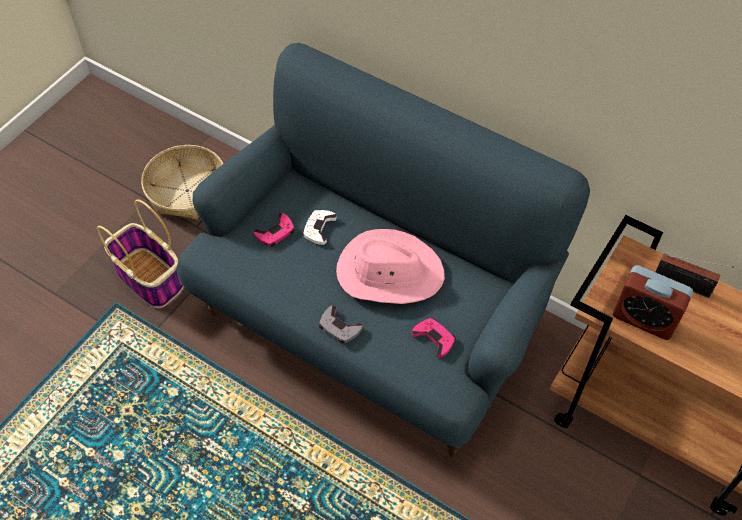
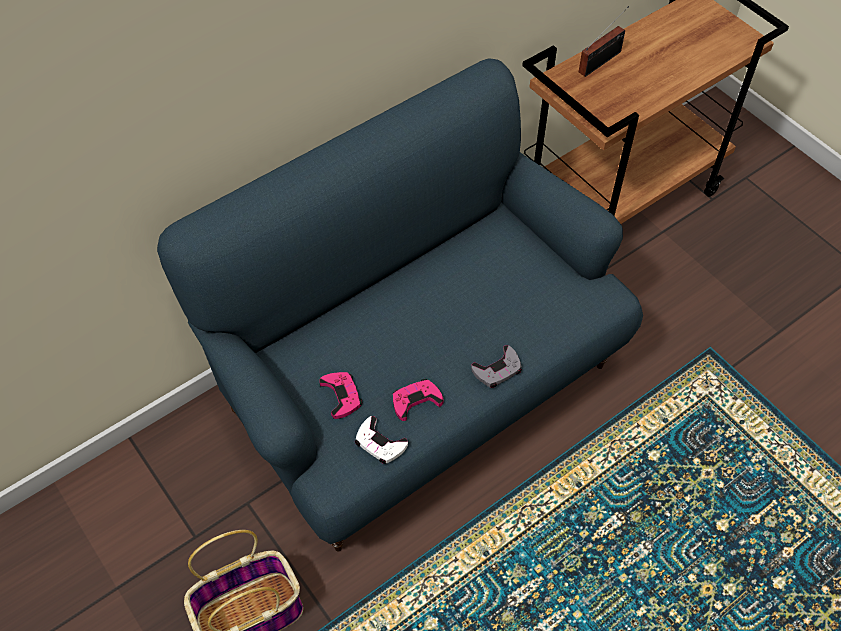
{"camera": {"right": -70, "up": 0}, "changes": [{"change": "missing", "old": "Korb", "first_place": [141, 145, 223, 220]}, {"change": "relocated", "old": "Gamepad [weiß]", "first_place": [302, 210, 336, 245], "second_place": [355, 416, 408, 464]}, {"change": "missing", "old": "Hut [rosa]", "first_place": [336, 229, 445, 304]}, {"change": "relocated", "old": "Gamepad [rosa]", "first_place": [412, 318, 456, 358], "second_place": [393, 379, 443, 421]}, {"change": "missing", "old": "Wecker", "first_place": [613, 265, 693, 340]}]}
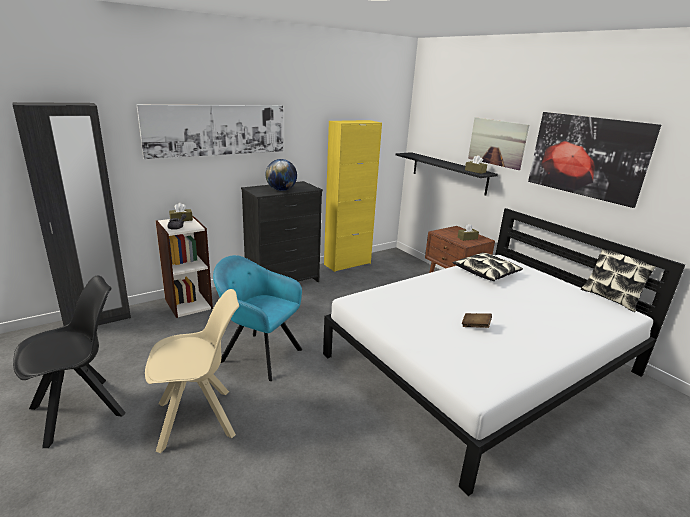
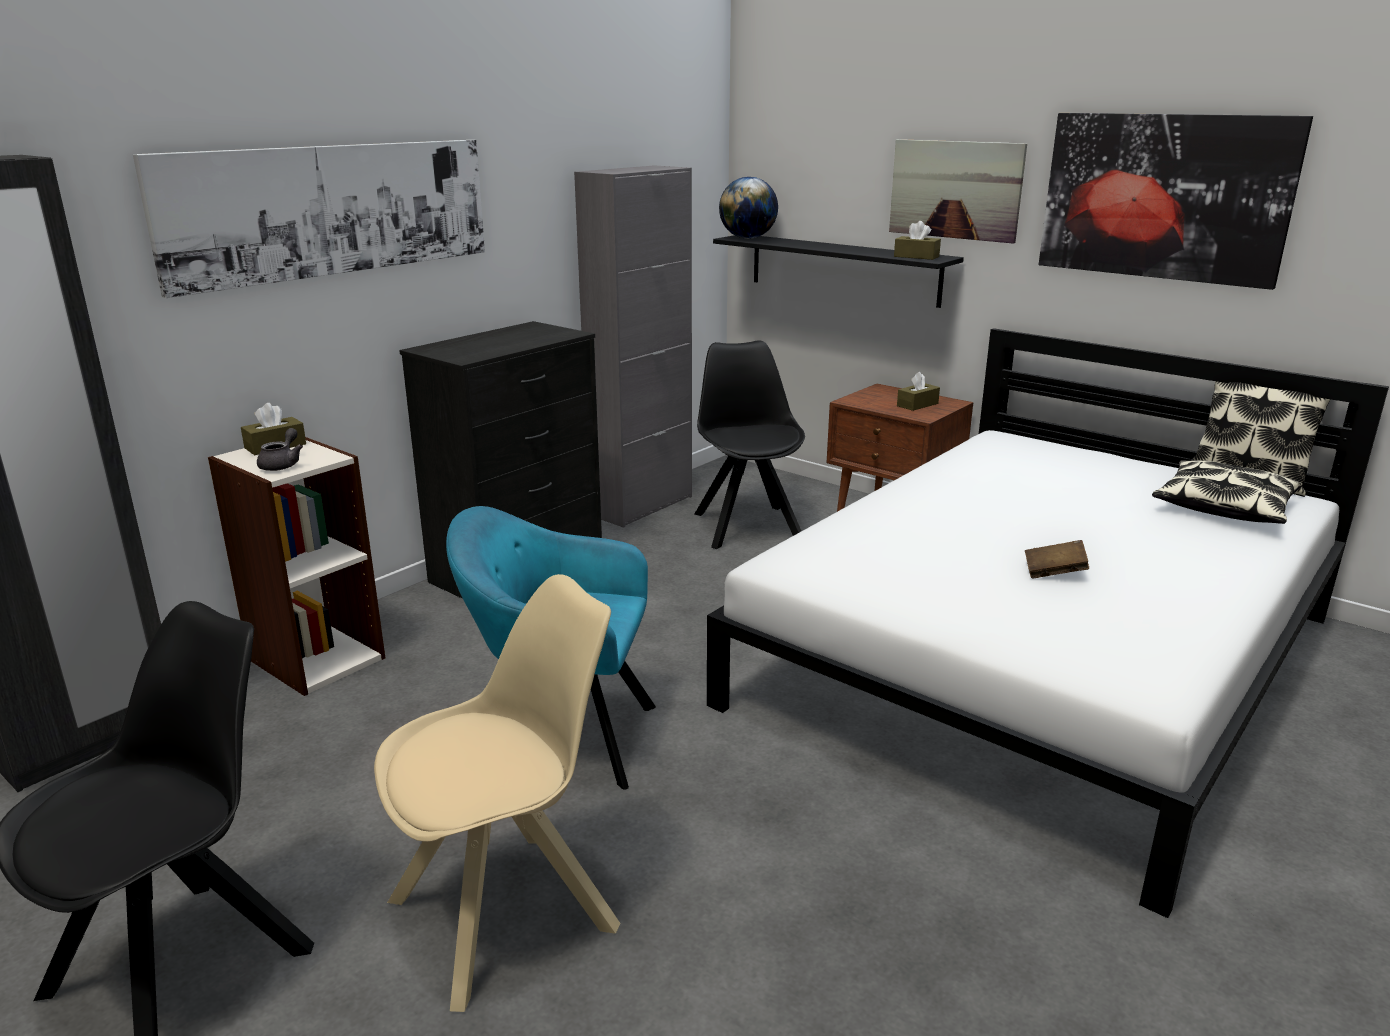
{"camera": {"right": -15, "up": 0}, "changes": [{"change": "relocated", "old": "Globus", "first_place": [266, 159, 297, 191], "second_place": [719, 177, 778, 239]}, {"change": "colour", "old": "Schrank [gelb]", "new": "Schrank [grau]", "first_place": [324, 120, 382, 272], "second_place": [574, 165, 692, 528]}, {"change": "relocated", "old": "Kissen", "first_place": [453, 252, 523, 281], "second_place": [1152, 460, 1303, 524]}, {"change": "appeared", "new": "Stuhl [schwarz]", "second_place": [695, 340, 805, 549]}]}
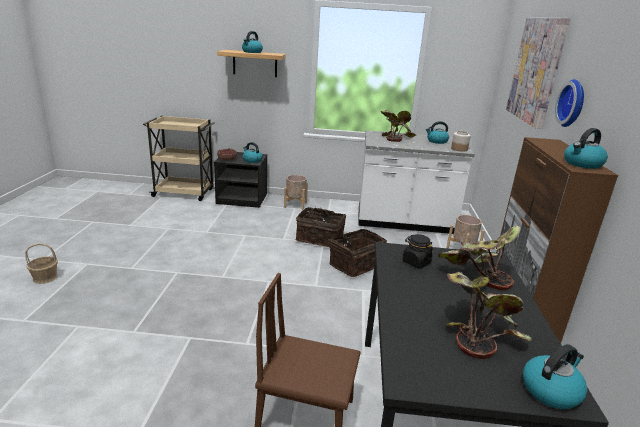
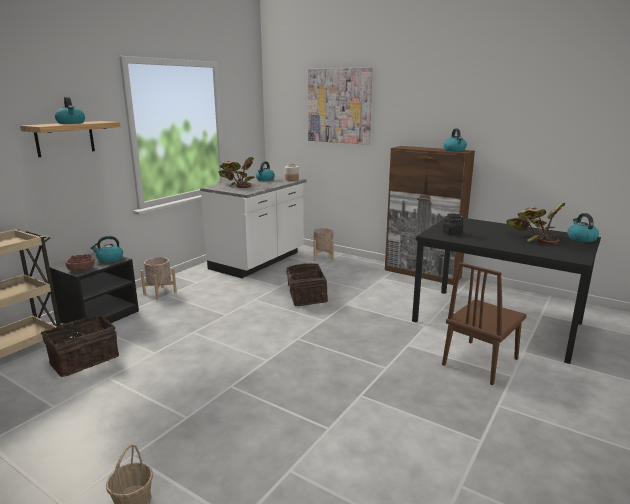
{"camera": {"right": -60, "up": -5}, "changes": [{"change": "relocated", "old": "Korb", "first_place": [296, 207, 346, 247], "second_place": [41, 315, 119, 377]}, {"change": "missing", "old": "Topfpflanze", "first_place": [438, 226, 521, 290]}, {"change": "missing", "old": "Wanduhr", "first_place": [555, 79, 584, 127]}]}
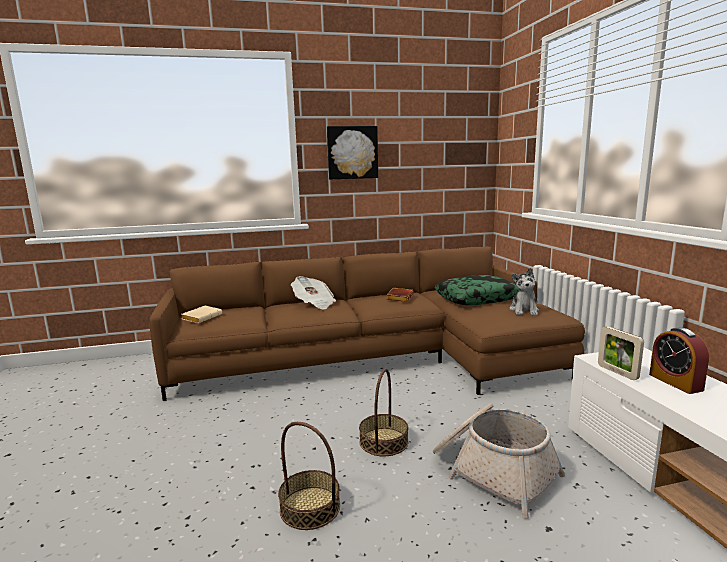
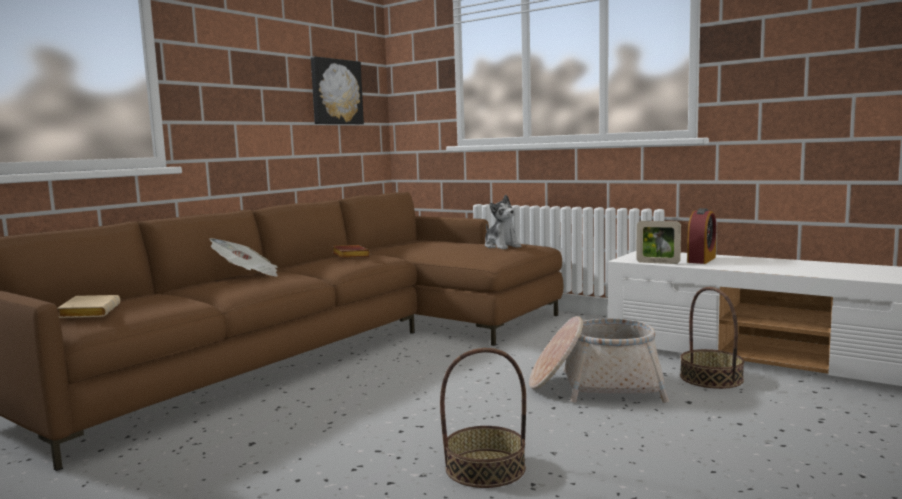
{"camera": {"right": -40, "up": -5}, "changes": [{"change": "relocated", "old": "Bild", "first_place": [327, 126, 378, 179], "second_place": [311, 57, 364, 124]}, {"change": "relocated", "old": "Korb", "first_place": [359, 369, 409, 456], "second_place": [680, 287, 744, 389]}, {"change": "missing", "old": "Kissen", "first_place": [435, 275, 519, 305]}, {"change": "spun", "old": "Wecker", "first_place": [649, 328, 709, 394], "second_place": [687, 208, 716, 264], "degrees": -90}]}
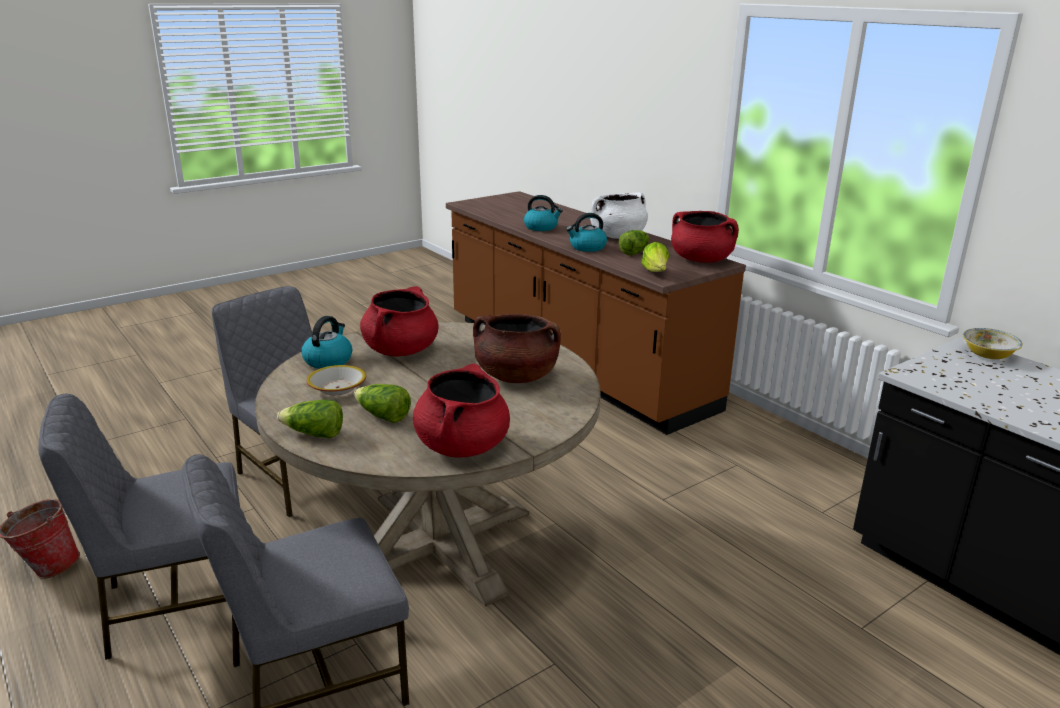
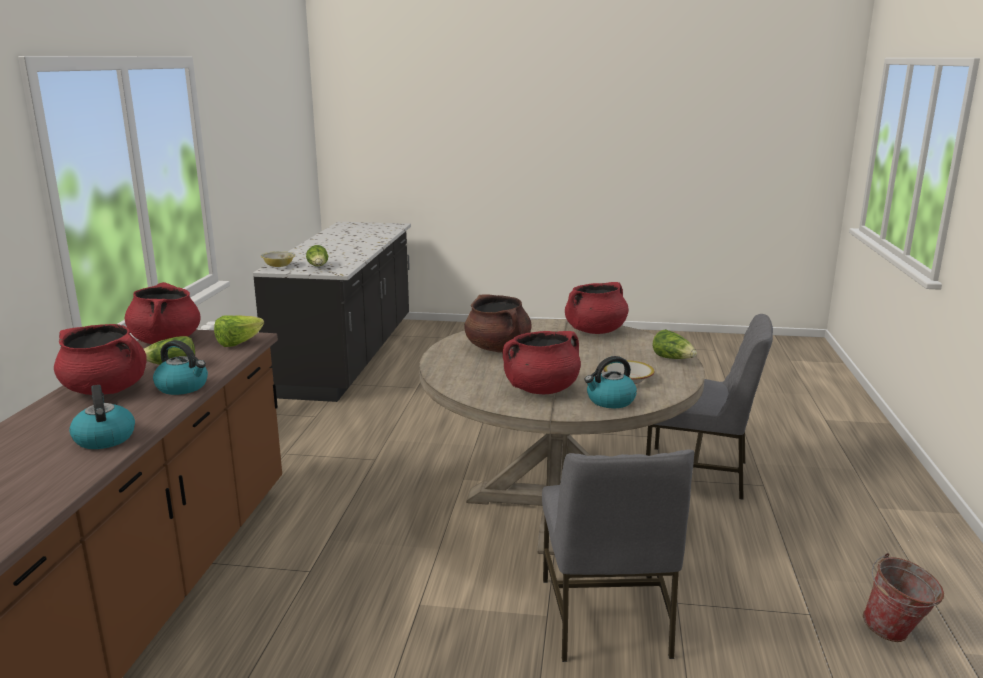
{"camera": {"right": -135, "up": -5}, "changes": [{"change": "missing", "old": "Stuhl [grau]", "first_place": [38, 394, 240, 660]}, {"change": "relocated", "old": "Salatkopf", "first_place": [354, 384, 411, 423], "second_place": [306, 245, 328, 266]}, {"change": "colour", "old": "Kochtopf [weiß]", "new": "Kochtopf [rot]", "first_place": [590, 192, 648, 239], "second_place": [54, 324, 147, 395]}]}
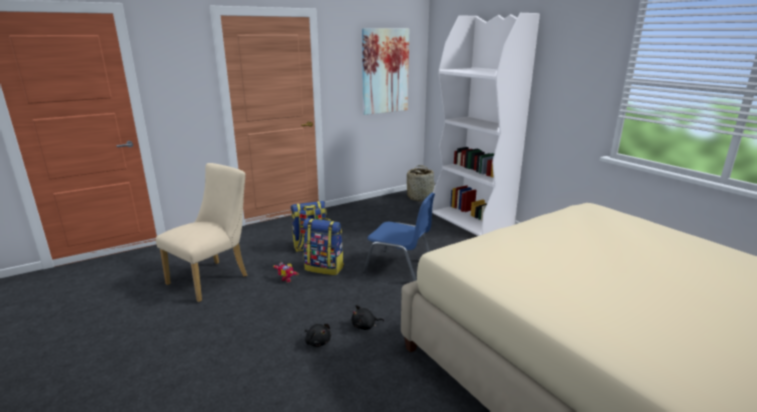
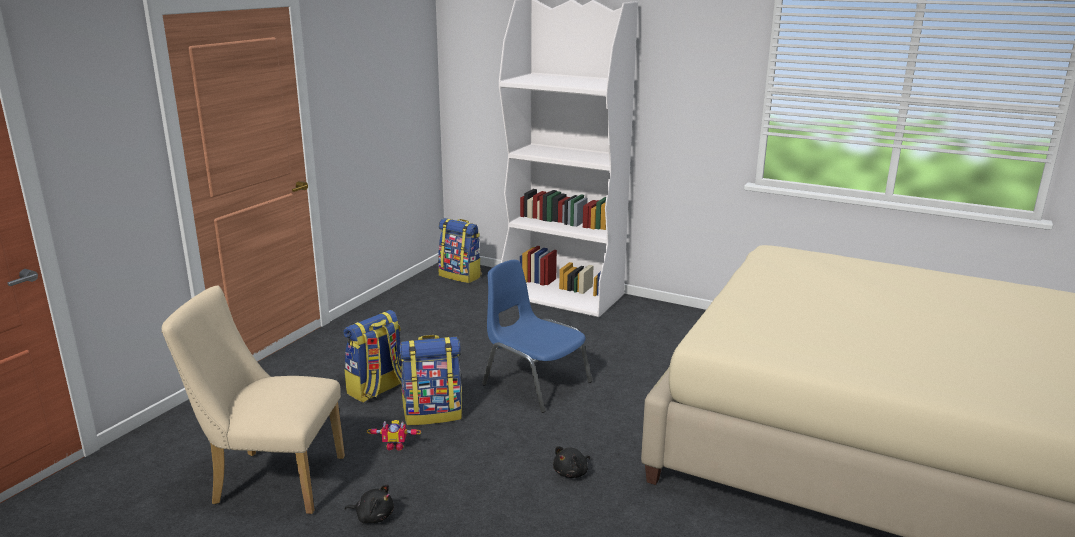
{"camera": {"right": -30, "up": 0}, "changes": [{"change": "spun", "old": "Stuhl [beige]", "first_place": [156, 163, 247, 302], "second_place": [162, 285, 345, 514], "degrees": -90}, {"change": "relocated", "old": "Plüschtier [schwarz]", "first_place": [305, 324, 331, 347], "second_place": [345, 485, 394, 523]}, {"change": "missing", "old": "Bild", "first_place": [362, 28, 409, 115]}, {"change": "spun", "old": "Stuhl [blau]", "first_place": [363, 193, 435, 281], "second_place": [482, 260, 592, 413], "degrees": -135}, {"change": "exchanged", "old": "Korb", "new": "Rucksack", "first_place": [407, 165, 434, 201], "second_place": [438, 218, 481, 283]}]}
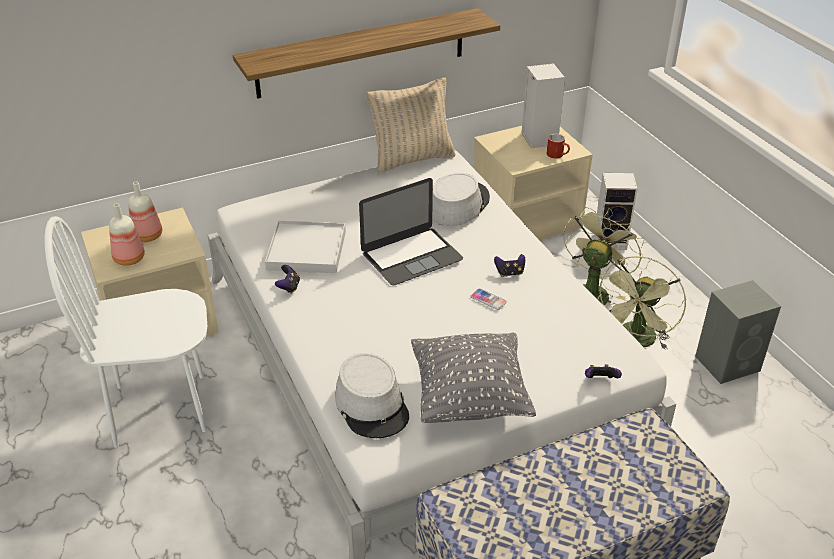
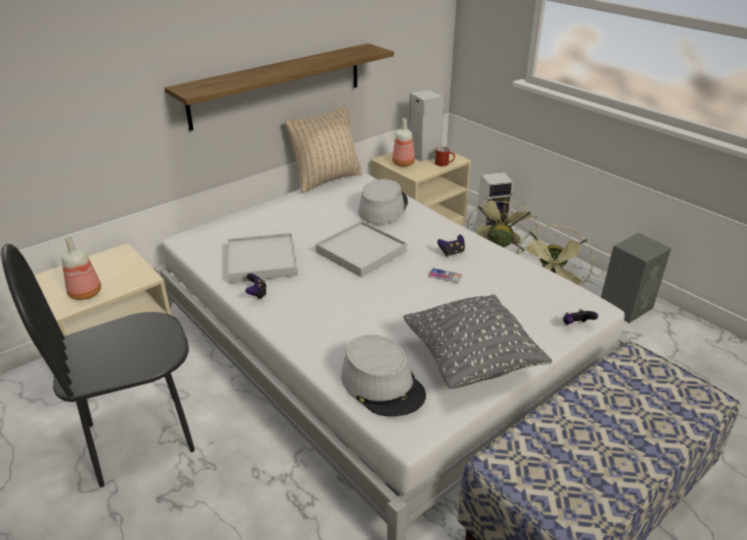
{"camera": {"right": -15, "up": -5}, "changes": [{"change": "colour", "old": "Stuhl [weiß]", "new": "Stuhl [schwarz]", "first_place": [44, 216, 207, 448], "second_place": [1, 244, 195, 487]}, {"change": "relocated", "old": "Flasche", "first_place": [128, 182, 162, 242], "second_place": [392, 118, 415, 167]}, {"change": "exchanged", "old": "Laptop", "new": "Tablett [weiß]", "first_place": [359, 178, 463, 285], "second_place": [316, 221, 407, 277]}]}
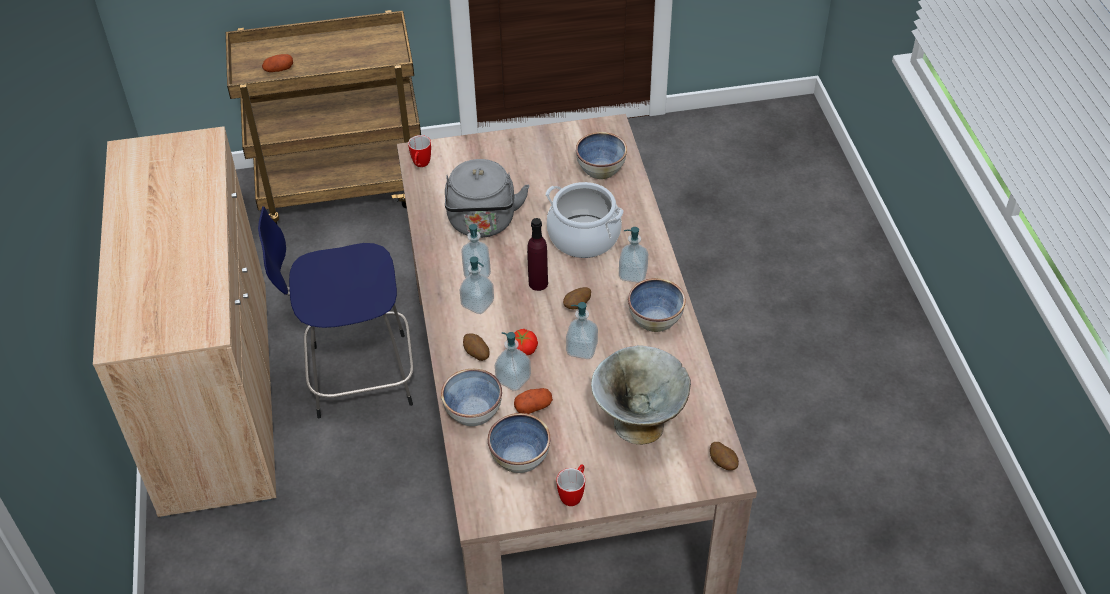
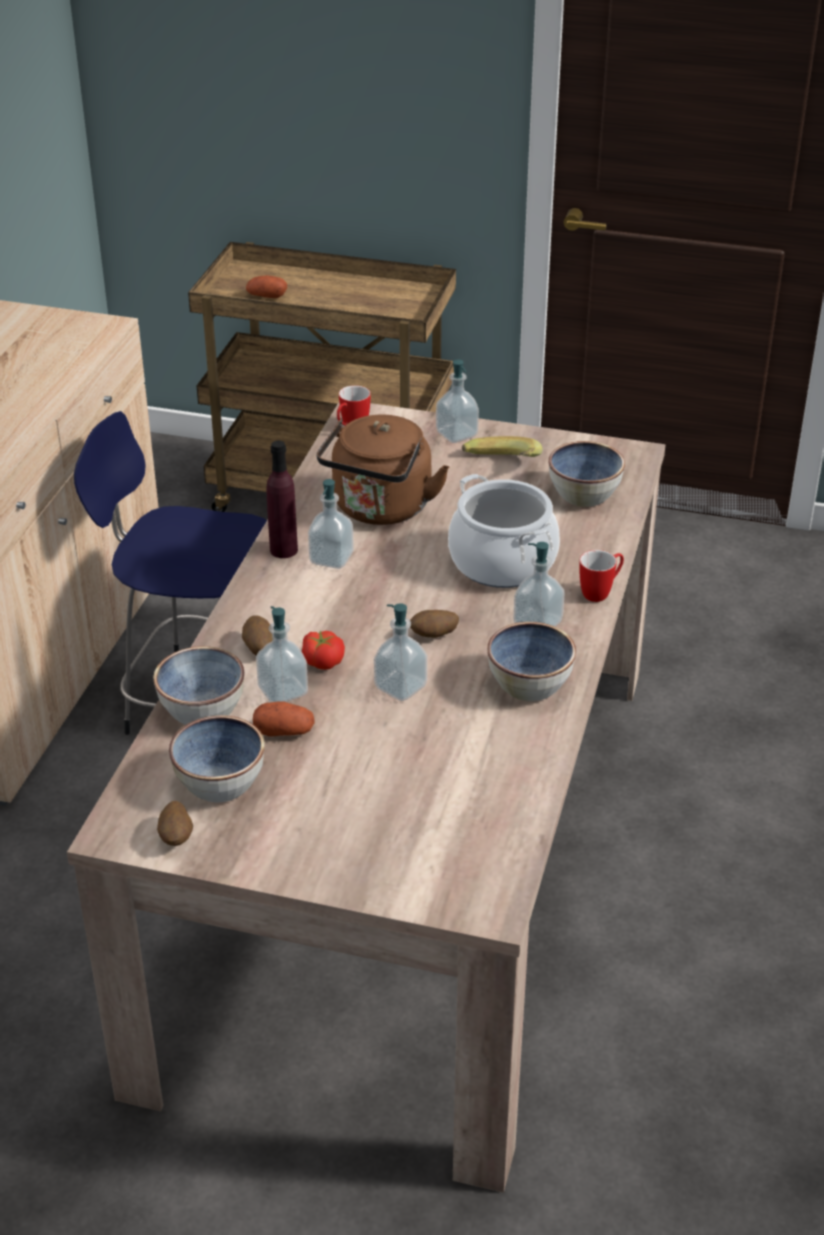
{"camera": {"right": 25, "up": -10}, "changes": [{"change": "colour", "old": "Wasserkessel [grau]", "new": "Wasserkessel [braun]", "first_place": [445, 159, 530, 238], "second_place": [317, 415, 449, 525]}, {"change": "relocated", "old": "Seifenspender", "first_place": [460, 256, 494, 314], "second_place": [436, 359, 479, 443]}, {"change": "relocated", "old": "Flasche [lila]", "first_place": [527, 218, 548, 291], "second_place": [267, 441, 298, 558]}, {"change": "relocated", "old": "Henkelbecher", "first_place": [557, 464, 585, 506], "second_place": [579, 550, 624, 602]}, {"change": "missing", "old": "Schüssel [grau]", "first_place": [591, 345, 691, 445]}, {"change": "relocated", "old": "Kartoffel", "first_place": [710, 442, 739, 470], "second_place": [157, 801, 193, 846]}, {"change": "appeared", "new": "Banane", "second_place": [462, 436, 543, 457]}]}
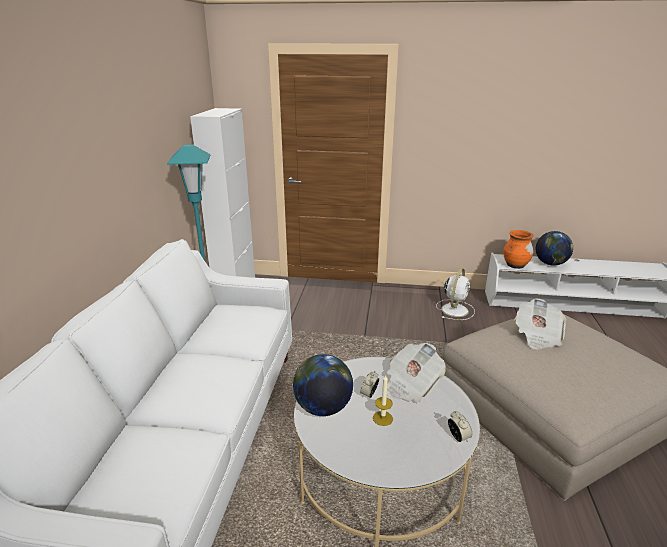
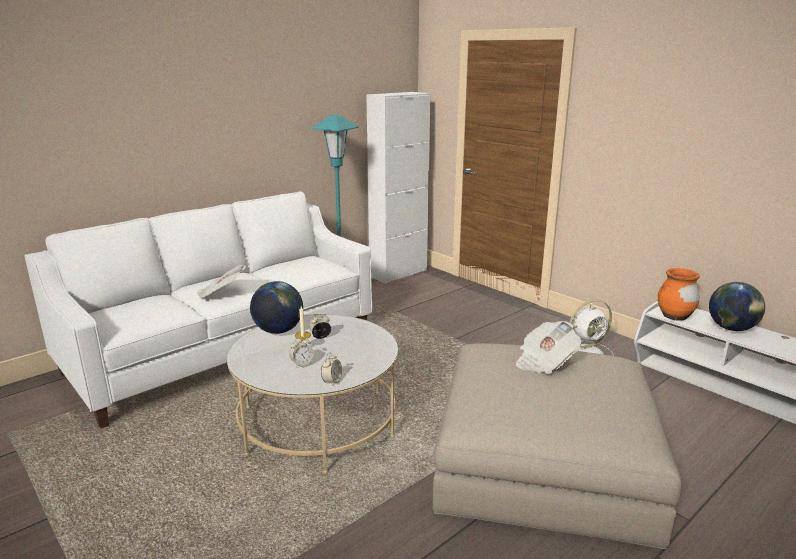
{"camera": {"right": 40, "up": -5}, "changes": [{"change": "relocated", "old": "Zeitung", "first_place": [387, 343, 446, 402], "second_place": [197, 265, 246, 299]}, {"change": "appeared", "new": "Wecker", "second_place": [289, 336, 314, 368]}]}
